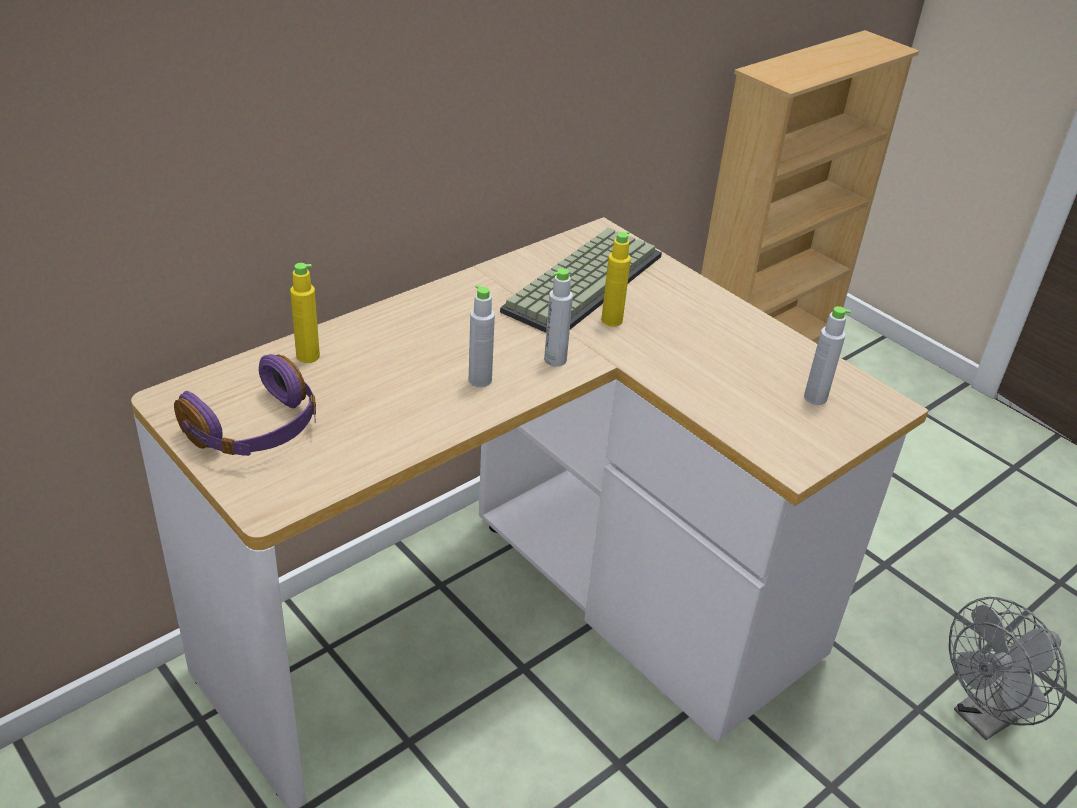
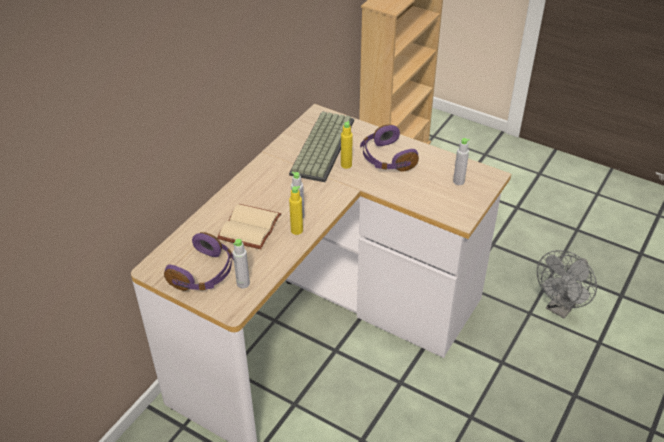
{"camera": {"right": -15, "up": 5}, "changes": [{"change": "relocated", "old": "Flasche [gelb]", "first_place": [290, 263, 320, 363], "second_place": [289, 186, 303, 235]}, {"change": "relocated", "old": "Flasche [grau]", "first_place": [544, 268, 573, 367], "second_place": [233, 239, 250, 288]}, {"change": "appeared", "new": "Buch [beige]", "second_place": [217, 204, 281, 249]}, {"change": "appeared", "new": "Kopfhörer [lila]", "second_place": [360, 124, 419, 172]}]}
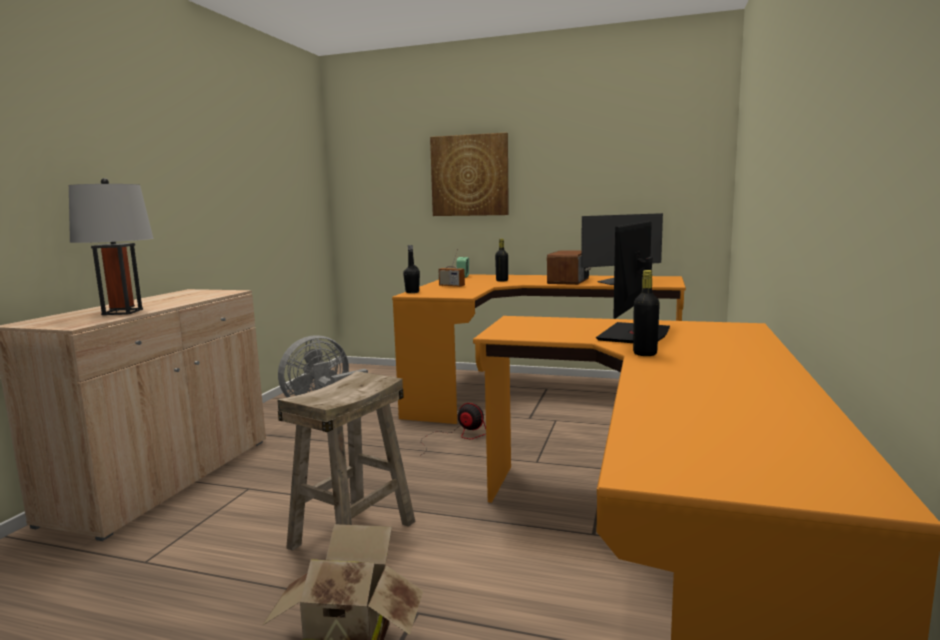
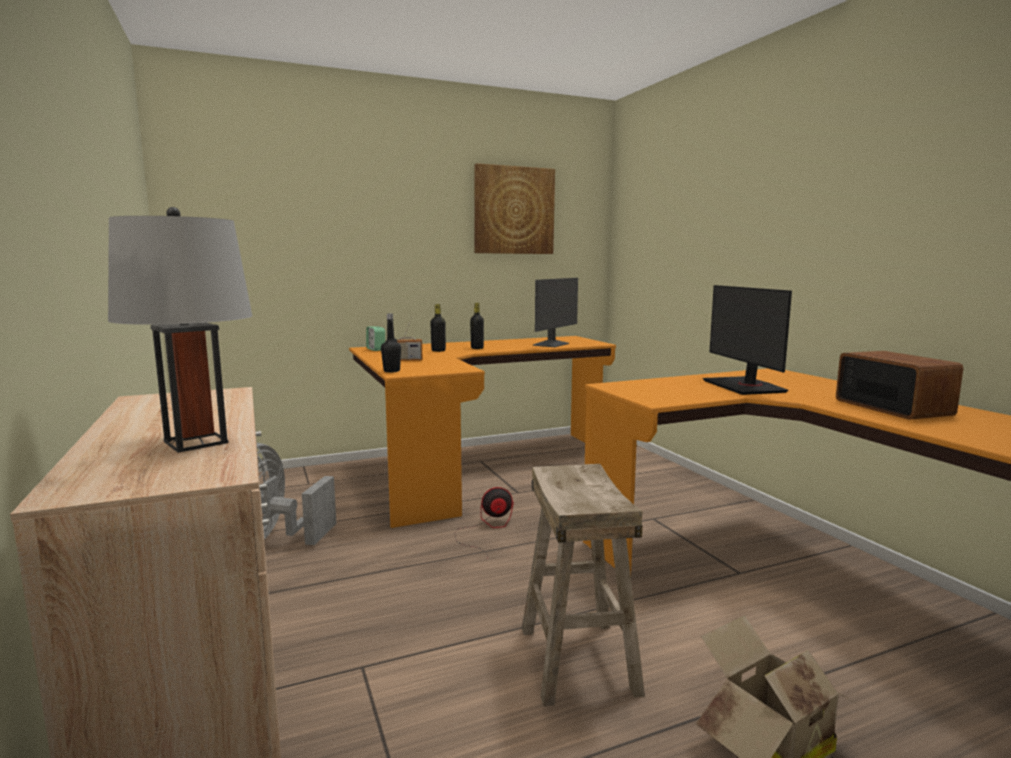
{"camera": {"right": -40, "up": 0}, "changes": [{"change": "relocated", "old": "Bild", "first_place": [430, 133, 509, 216], "second_place": [474, 163, 555, 254]}, {"change": "relocated", "old": "Radio", "first_place": [547, 251, 591, 285], "second_place": [836, 351, 964, 420]}, {"change": "relocated", "old": "Flasche [schwarz]", "first_place": [633, 270, 660, 356], "second_place": [470, 303, 484, 349]}]}
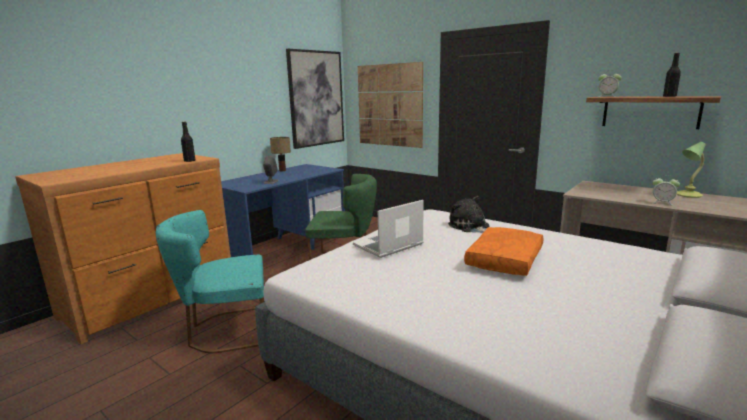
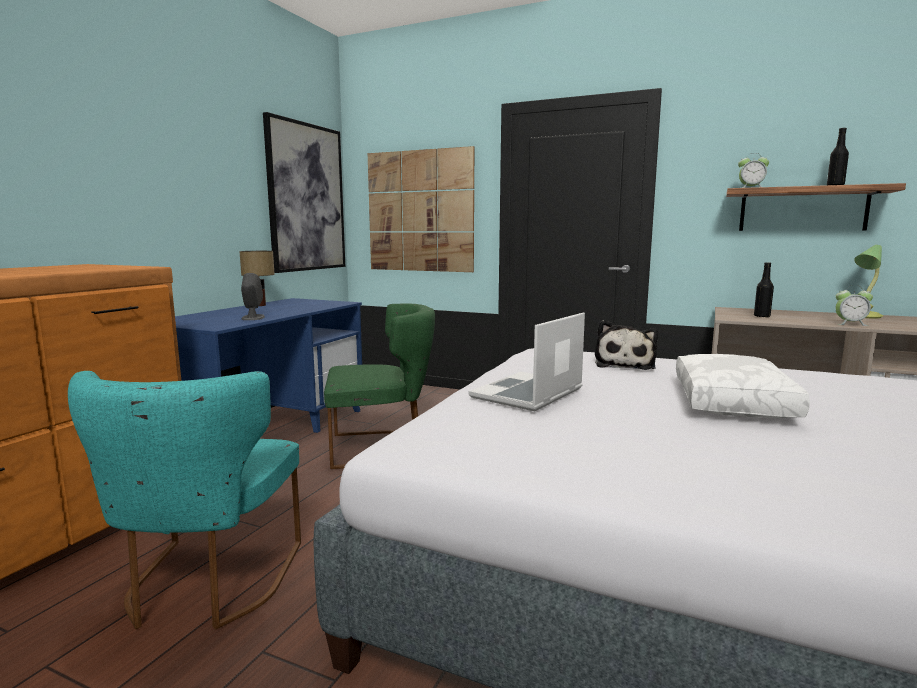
{"camera": {"right": -15, "up": -5}, "changes": [{"change": "spun", "old": "Stuhl [türkis]", "first_place": [156, 210, 265, 353], "second_place": [68, 371, 301, 629], "degrees": -60}, {"change": "relocated", "old": "Flasche [schwarz]", "first_place": [181, 122, 195, 162], "second_place": [754, 262, 774, 317]}, {"change": "spun", "old": "Plüschtier", "first_place": [448, 196, 489, 233], "second_place": [595, 320, 658, 370], "degrees": -120}, {"change": "colour", "old": "Kissen [orange]", "new": "Kissen [weiß]", "first_place": [464, 227, 544, 276], "second_place": [676, 354, 810, 418]}]}
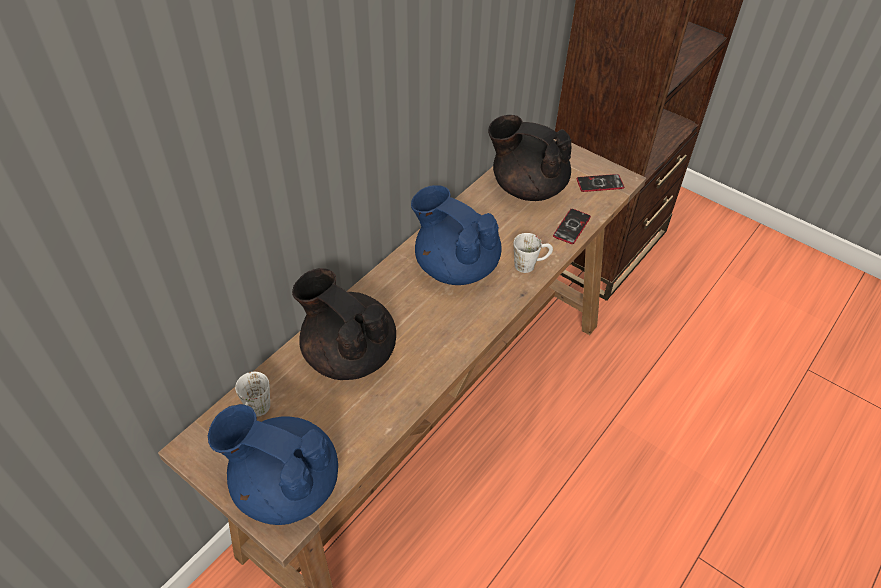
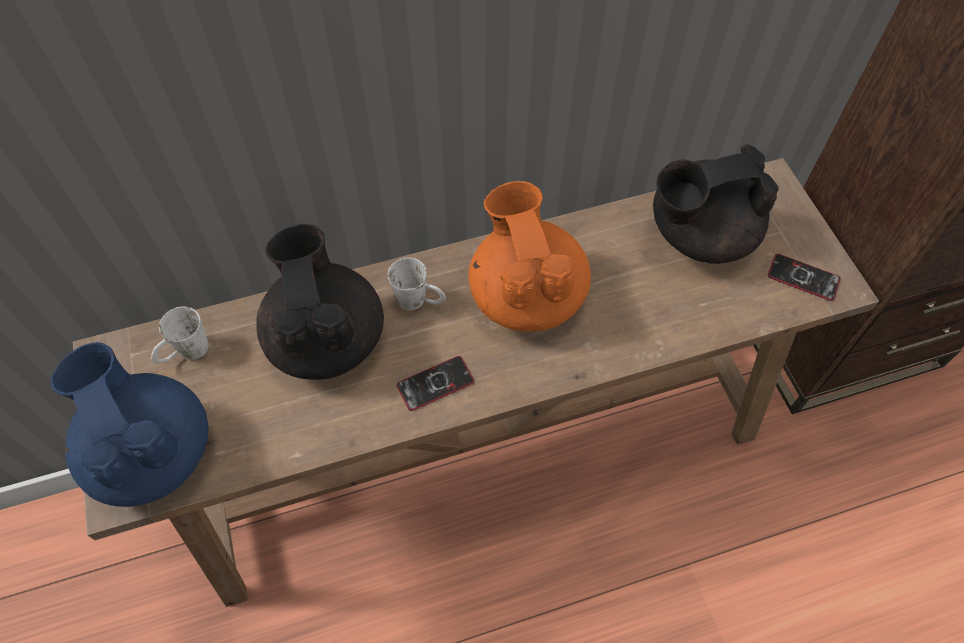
{"camera": {"right": 35, "up": 10}, "changes": [{"change": "colour", "old": "Teekanne [blau]", "new": "Teekanne [orange]", "first_place": [411, 185, 502, 285], "second_place": [468, 181, 591, 332]}, {"change": "spun", "old": "Teekanne [schwarz]", "first_place": [488, 115, 571, 201], "second_place": [653, 144, 779, 264], "degrees": -75}, {"change": "relocated", "old": "Henkelbecher [weiß]", "first_place": [514, 233, 553, 273], "second_place": [388, 258, 446, 310]}, {"change": "relocated", "old": "Handy", "first_place": [553, 209, 591, 244], "second_place": [397, 356, 474, 411]}]}
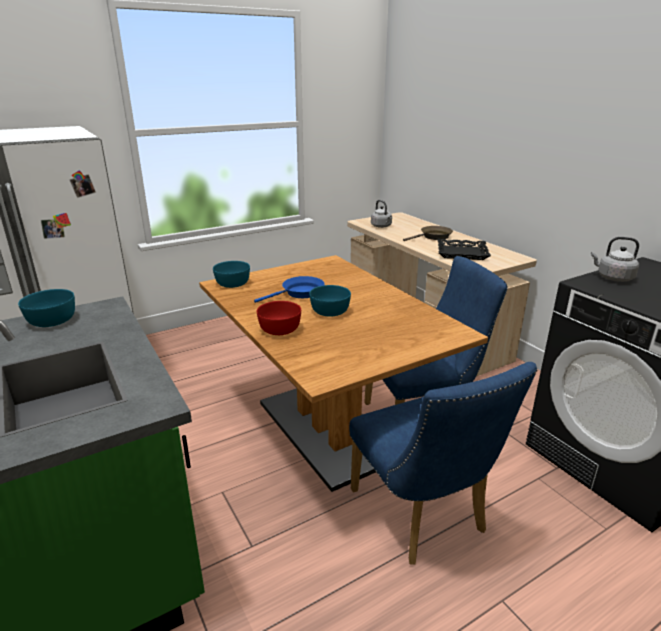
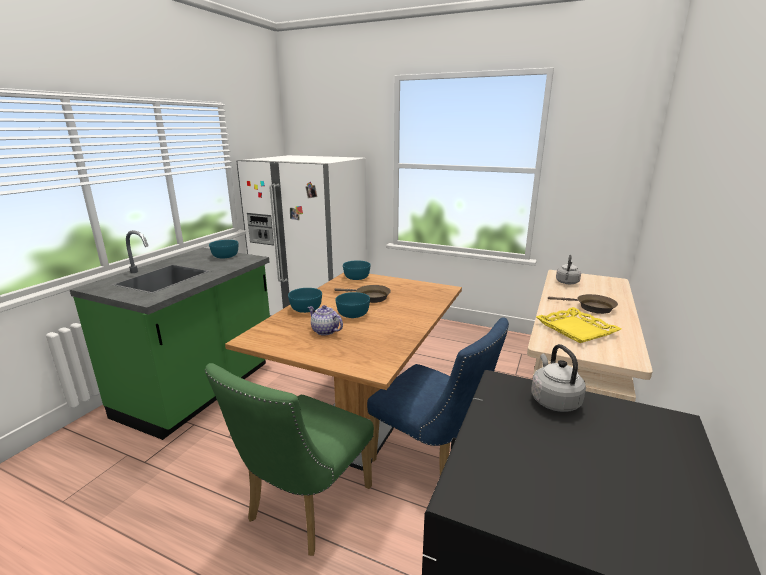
{"camera": {"right": 55, "up": -5}, "changes": [{"change": "colour", "old": "Pfanne [blau]", "new": "Pfanne [braun]", "first_place": [254, 276, 325, 303], "second_place": [334, 285, 391, 303]}, {"change": "colour", "old": "Schüssel [rot]", "new": "Schüssel [türkis]", "first_place": [257, 301, 301, 335], "second_place": [288, 288, 322, 313]}, {"change": "colour", "old": "Stuhl [blau]", "new": "Stuhl [grün]", "first_place": [349, 362, 537, 565], "second_place": [205, 363, 374, 556]}, {"change": "colour", "old": "Tablett [schwarz]", "new": "Tablett [gelb]", "first_place": [437, 239, 491, 260], "second_place": [536, 307, 621, 343]}, {"change": "appeared", "new": "Teekanne", "second_place": [308, 305, 343, 336]}]}
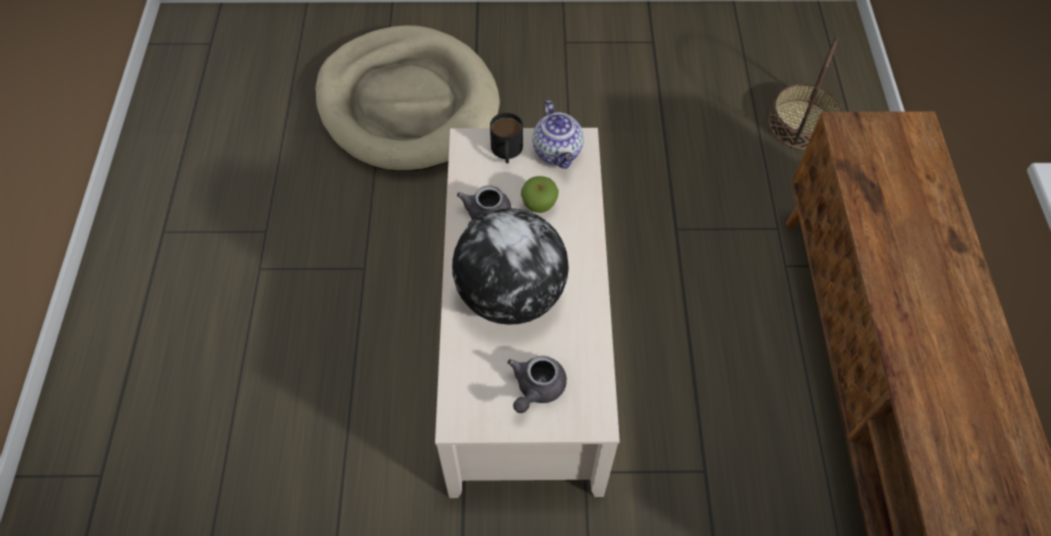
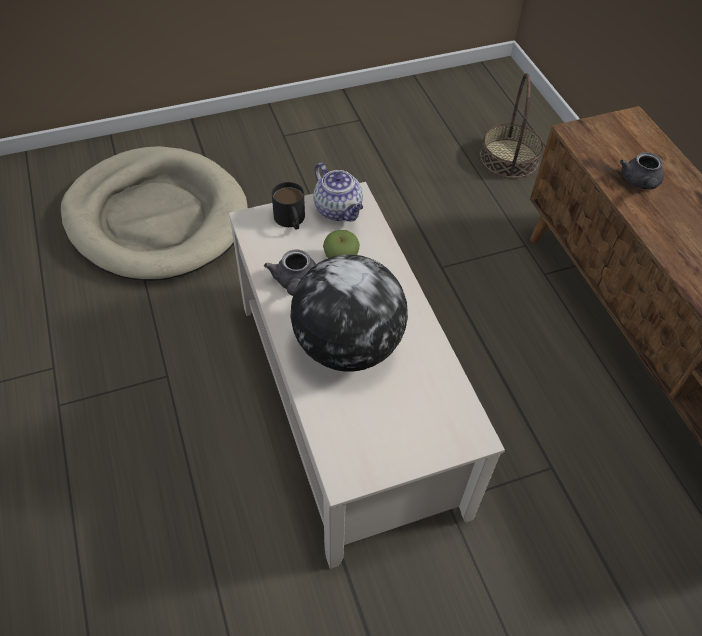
{"camera": {"right": -20, "up": -5}, "changes": [{"change": "relocated", "old": "Teekanne [grau]", "first_place": [507, 356, 567, 413], "second_place": [620, 152, 664, 189]}]}
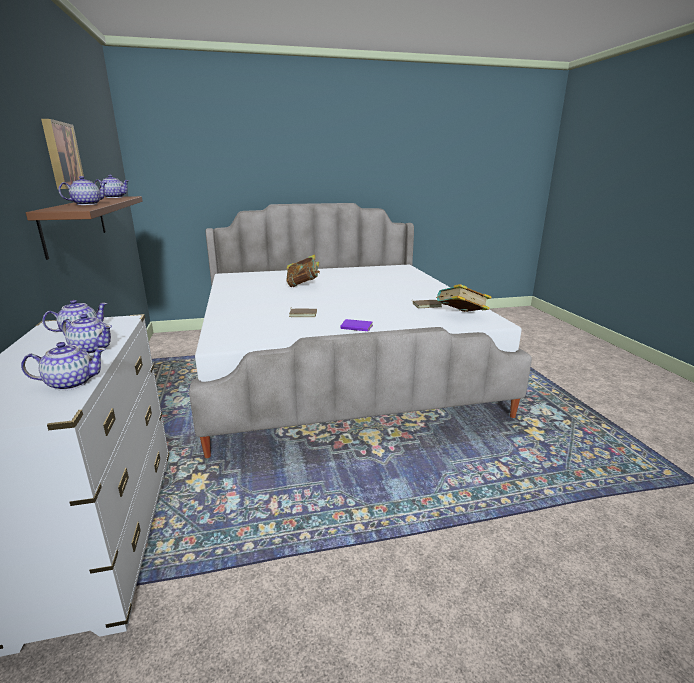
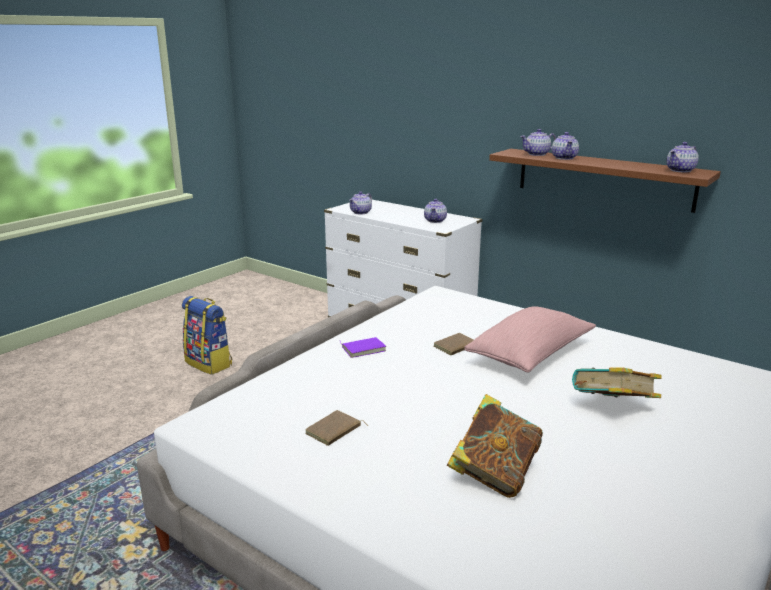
{"camera": {"right": 140, "up": 0}, "changes": [{"change": "missing", "old": "Bild", "first_place": [41, 119, 84, 189]}, {"change": "relocated", "old": "Teekanne", "first_place": [61, 314, 112, 355], "second_place": [520, 129, 556, 156]}, {"change": "relocated", "old": "Buch", "first_place": [436, 284, 492, 312], "second_place": [447, 394, 543, 498]}, {"change": "appeared", "new": "Rucksack", "second_place": [182, 296, 232, 375]}, {"change": "appeared", "new": "Kissen [rosa]", "second_place": [464, 306, 596, 372]}]}
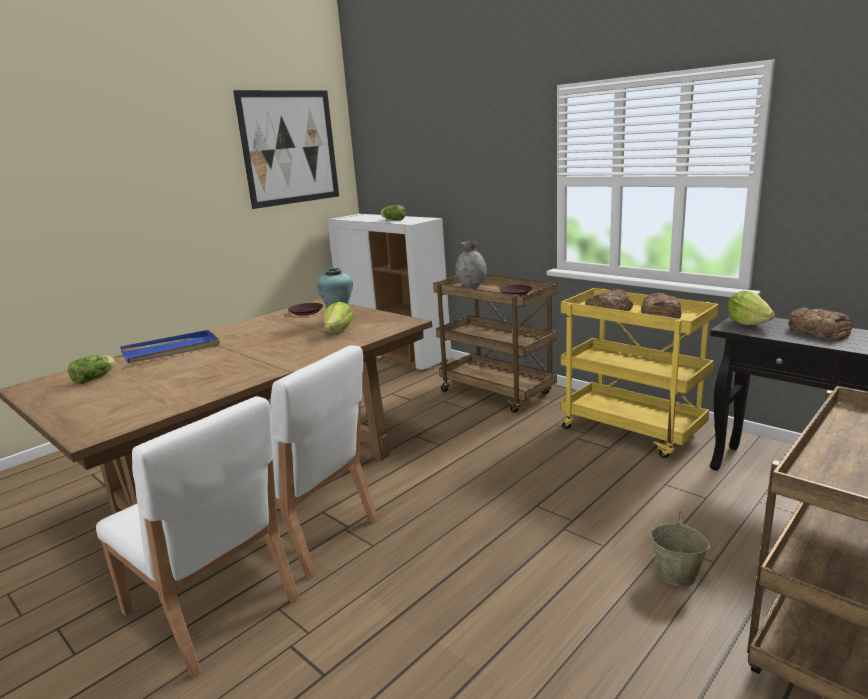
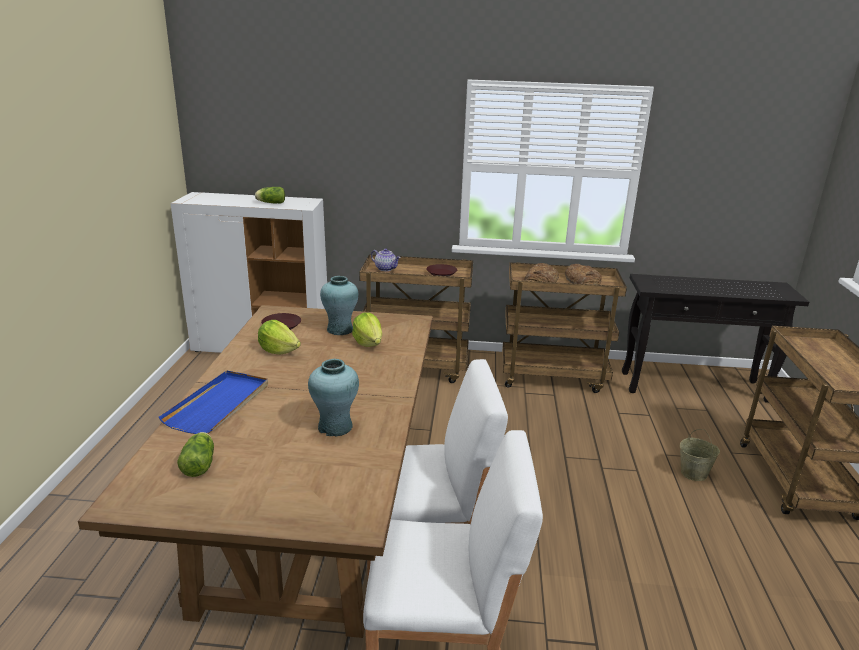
{"camera": {"right": -40, "up": 5}, "changes": [{"change": "missing", "old": "Bild", "first_place": [233, 90, 339, 209]}, {"change": "exchanged", "old": "Vase [grau]", "new": "Teekanne", "first_place": [455, 241, 487, 287], "second_place": [371, 248, 401, 271]}, {"change": "colour", "old": "Rollwagen [gelb]", "new": "Rollwagen [braun]", "first_place": [561, 288, 719, 458], "second_place": [502, 262, 627, 393]}, {"change": "relocated", "old": "Salatkopf", "first_place": [727, 291, 775, 325], "second_place": [258, 320, 301, 354]}, {"change": "missing", "old": "Brot", "first_place": [789, 308, 853, 341]}, {"change": "appeared", "new": "Vase [türkis]", "second_place": [308, 359, 359, 437]}]}
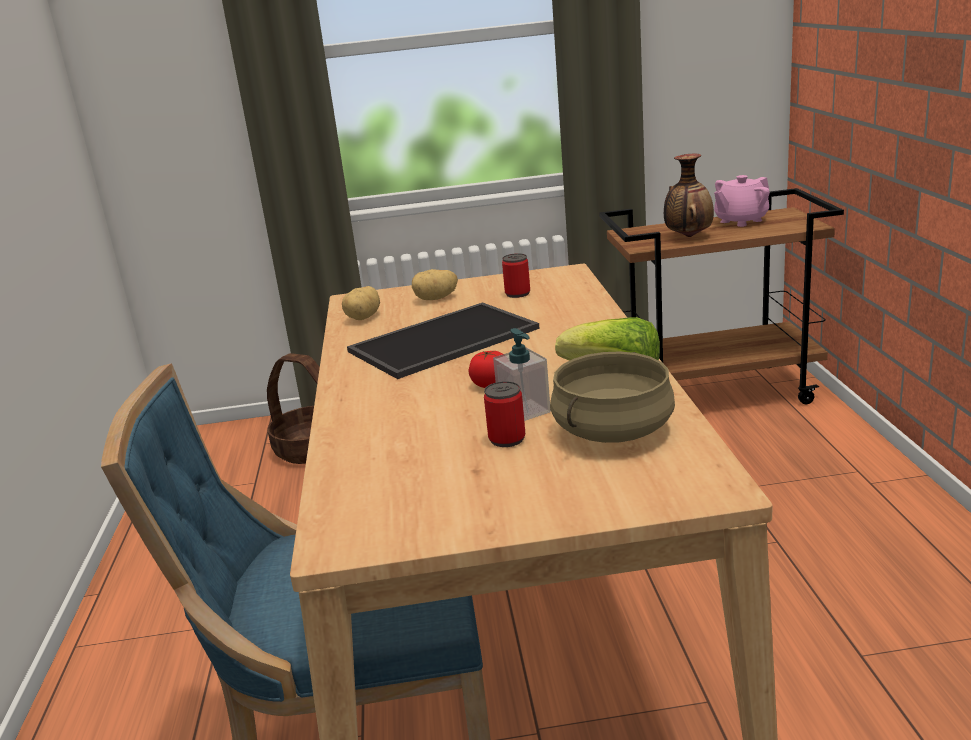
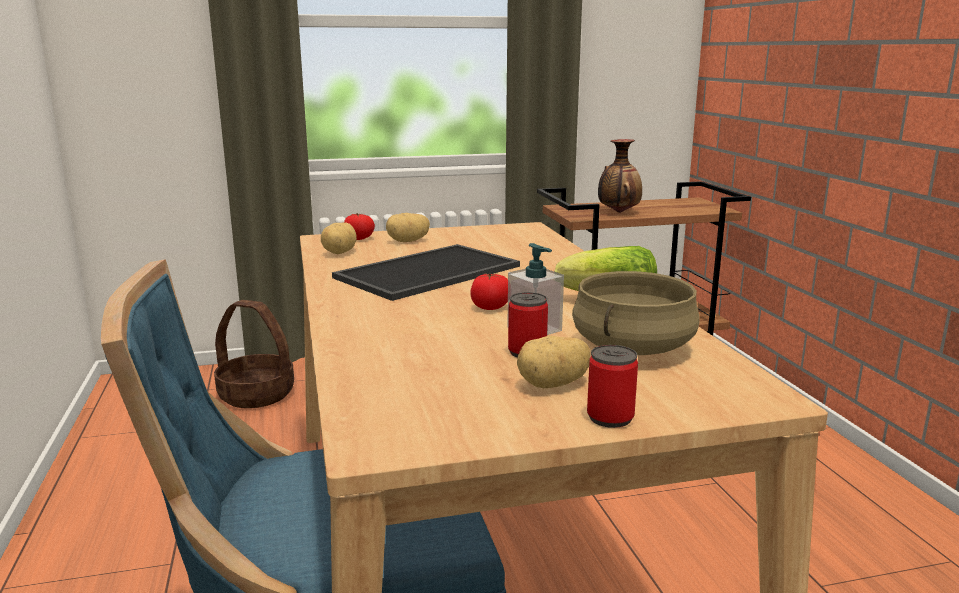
{"camera": {"right": -10, "up": -5}, "changes": [{"change": "relocated", "old": "Dose", "first_place": [502, 254, 530, 298], "second_place": [587, 345, 638, 428]}, {"change": "missing", "old": "Teekanne [rosa]", "first_place": [714, 175, 770, 227]}, {"change": "appeared", "new": "Tomate", "second_place": [344, 213, 375, 240]}, {"change": "appeared", "new": "Kartoffel", "second_place": [517, 336, 590, 388]}]}
